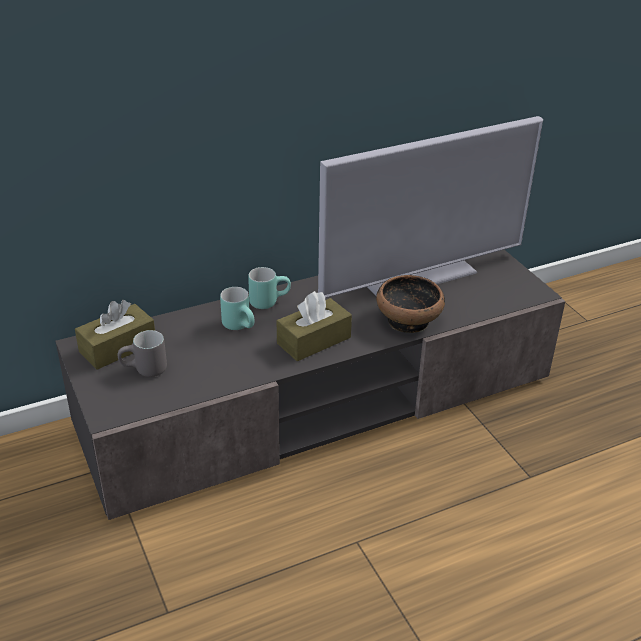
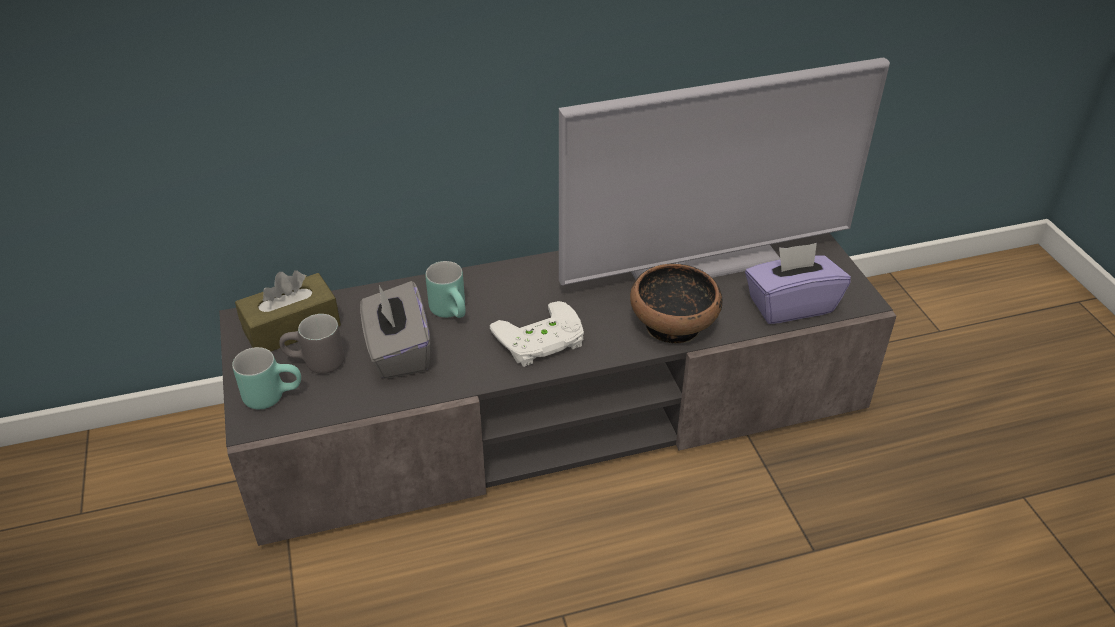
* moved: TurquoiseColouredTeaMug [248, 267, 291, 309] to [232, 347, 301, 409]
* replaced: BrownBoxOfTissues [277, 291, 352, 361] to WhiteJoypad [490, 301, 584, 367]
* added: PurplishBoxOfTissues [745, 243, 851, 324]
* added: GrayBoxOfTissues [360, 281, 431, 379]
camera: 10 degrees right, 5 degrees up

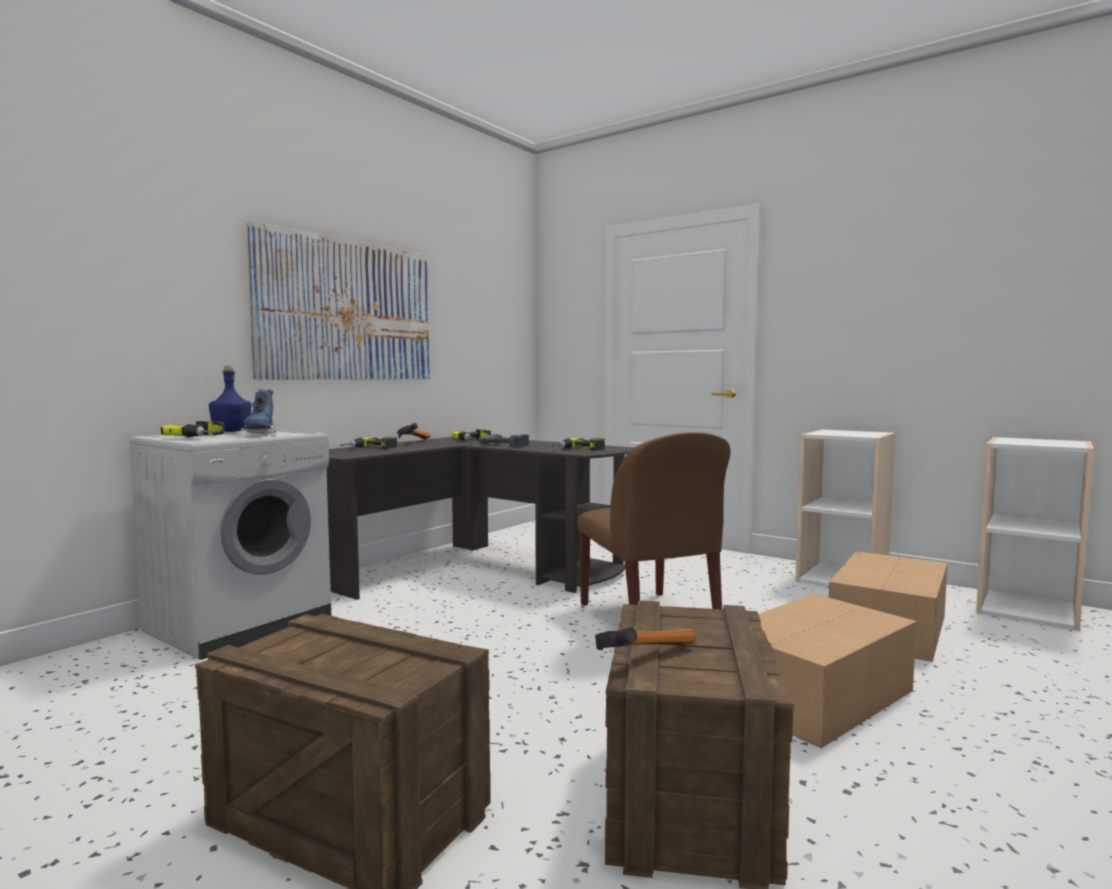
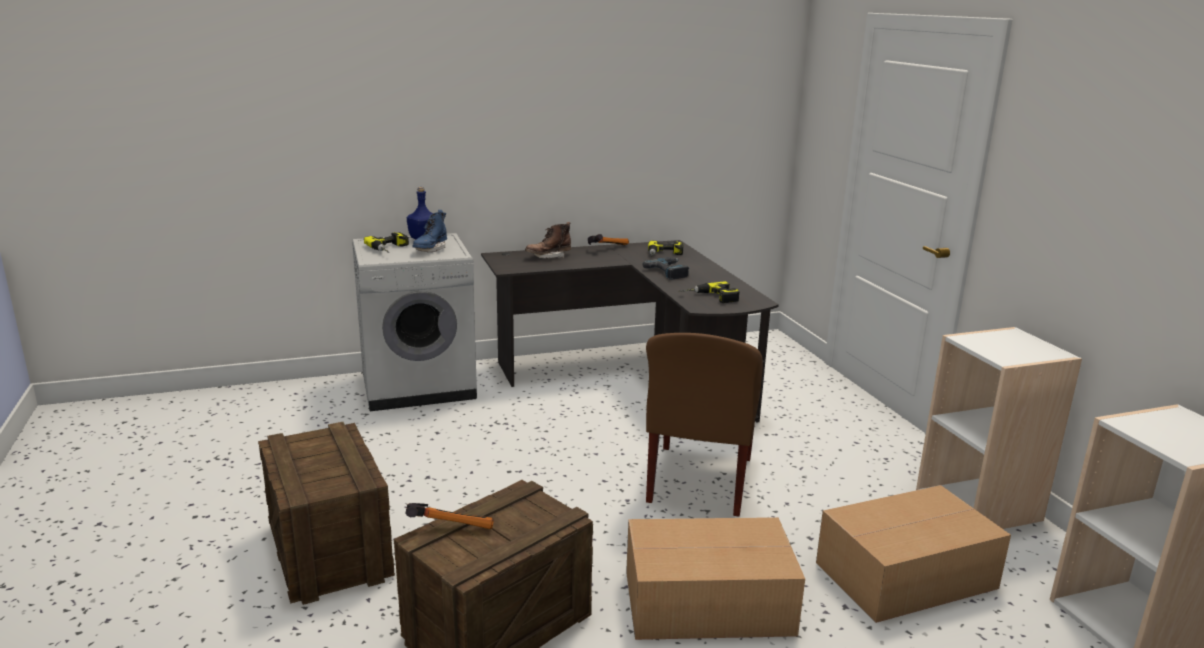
* removed: WallPicture [246, 221, 430, 380]
* replaced: ElectricDrill [340, 437, 397, 449] to BrownHighTopBoot [525, 222, 571, 259]
camera: 35 degrees right, 15 degrees up

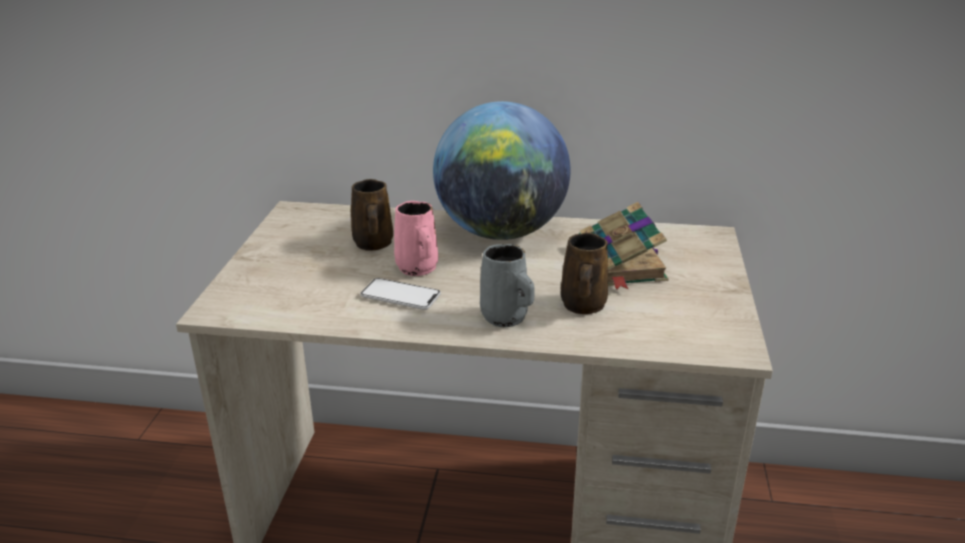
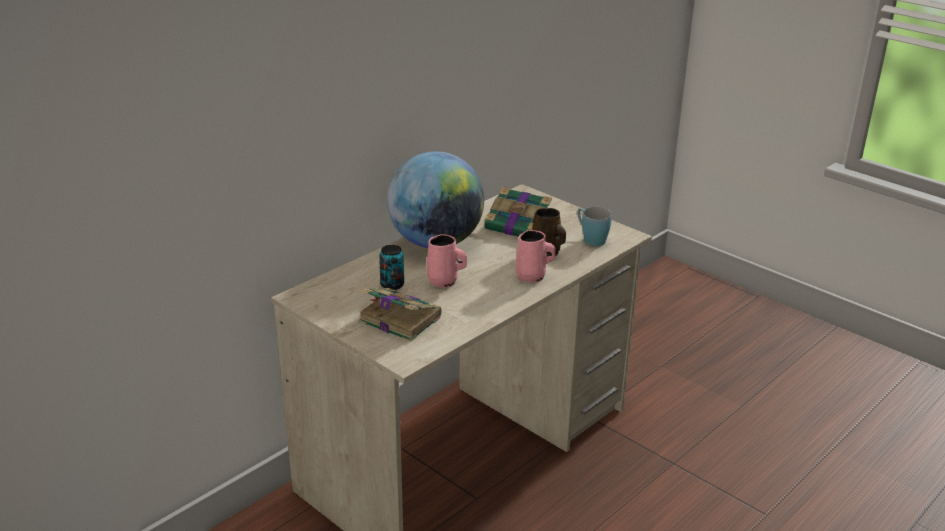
* replaced: BrownTeaMug [351, 179, 393, 251] to Can [379, 245, 404, 290]
* recoloured: GrayTeaMug [480, 244, 535, 327] to PinkTeaMug [516, 230, 556, 283]
* removed: Handset [360, 278, 441, 310]
* added: BlueColouredTeaMug [577, 207, 612, 246]
* added: BoundBook [359, 288, 442, 342]
camera: 55 degrees left, 0 degrees up

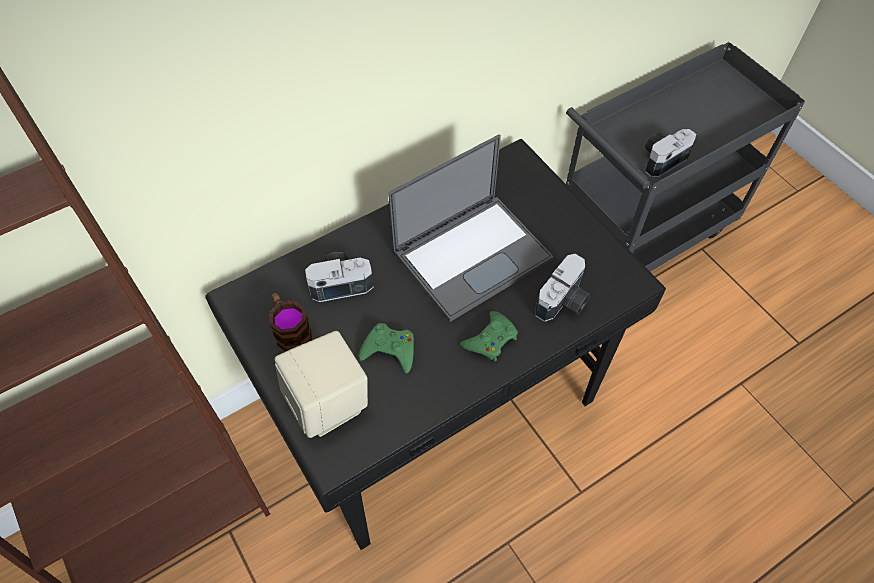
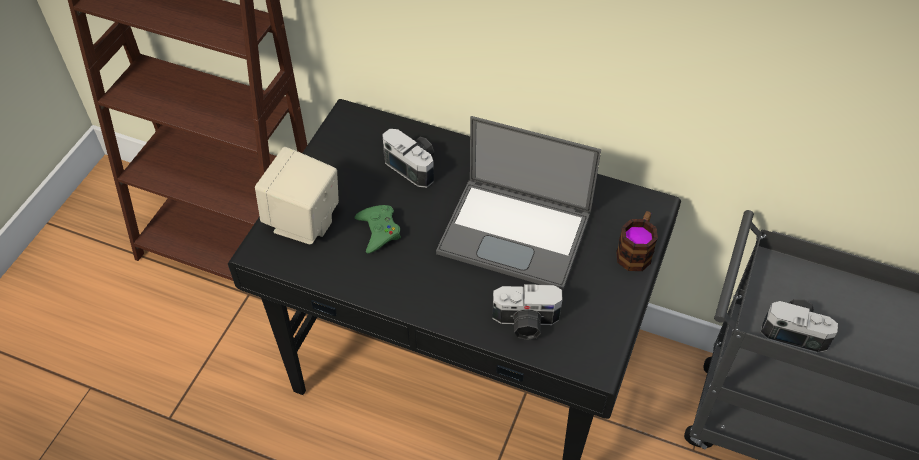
* moved: TeaMug [269, 293, 312, 352] to [616, 211, 658, 271]
* removed: GreenishJoypad [460, 311, 518, 362]
camera: 55 degrees right, 5 degrees down

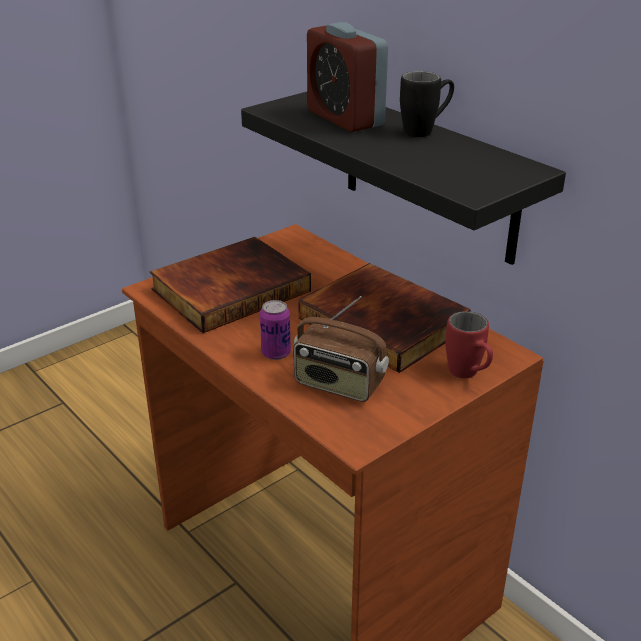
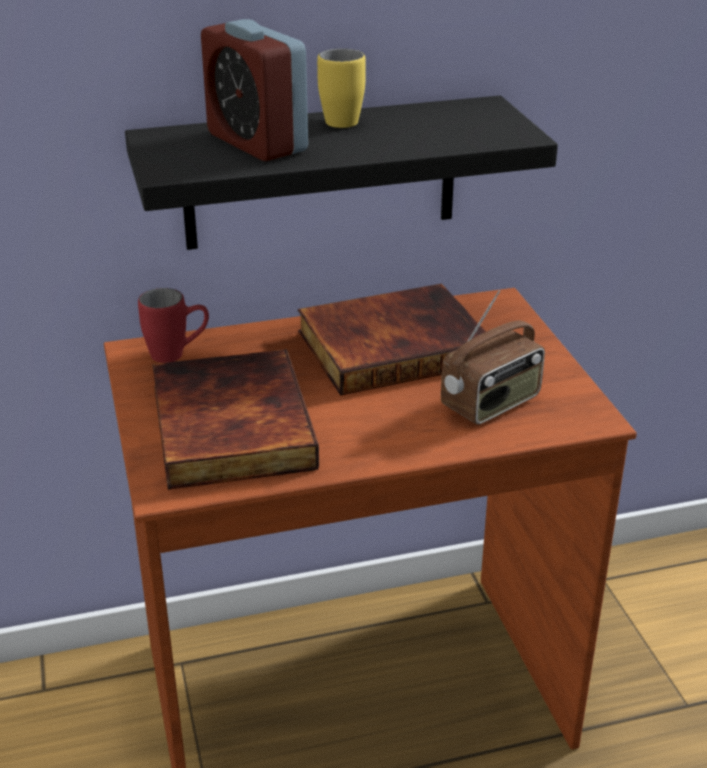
* turned: BedsideClock [307, 22, 388, 132] = [201, 19, 308, 161] 60 degrees clockwise
* recoloured: BlackColouredTeaMug [400, 71, 454, 137] to YellowishTeaMug [317, 48, 366, 128]
* removed: Can [260, 300, 291, 360]
* moved: RedColouredTeaMug [445, 311, 493, 378] to [138, 288, 209, 363]
camera: 65 degrees left, 0 degrees up

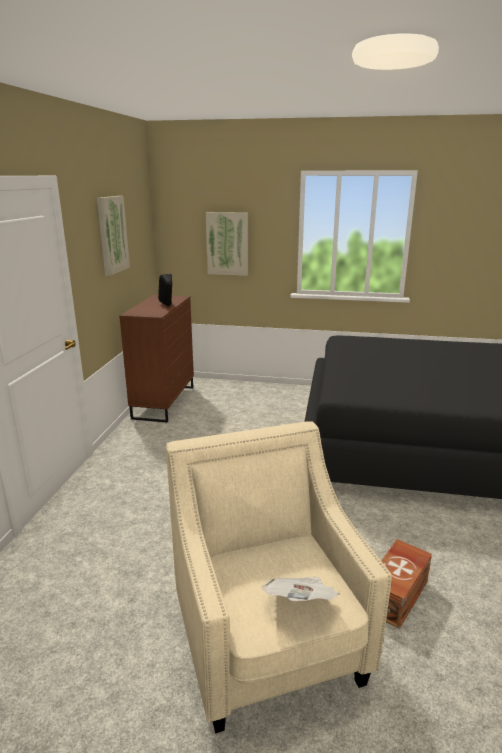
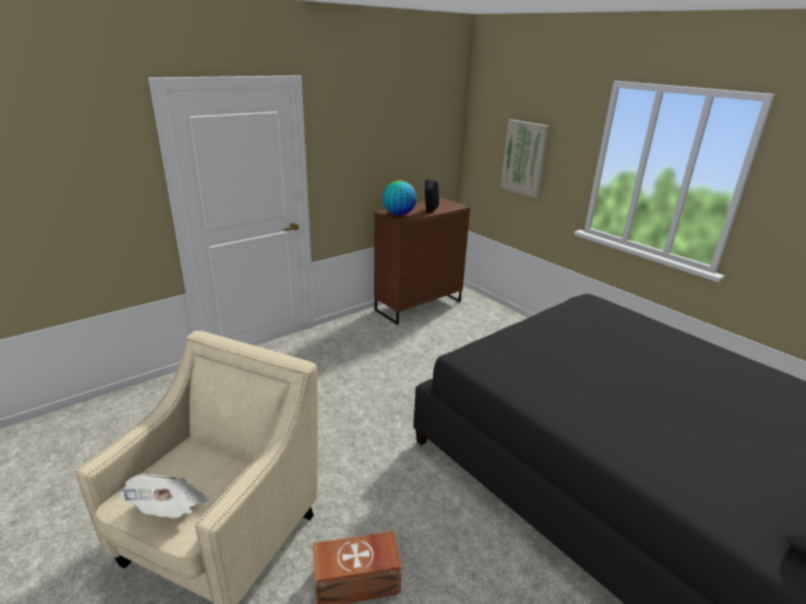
* removed: WallPicture [97, 196, 130, 276]
* added: DeskGlobe [383, 180, 417, 215]
camera: 40 degrees right, 5 degrees up

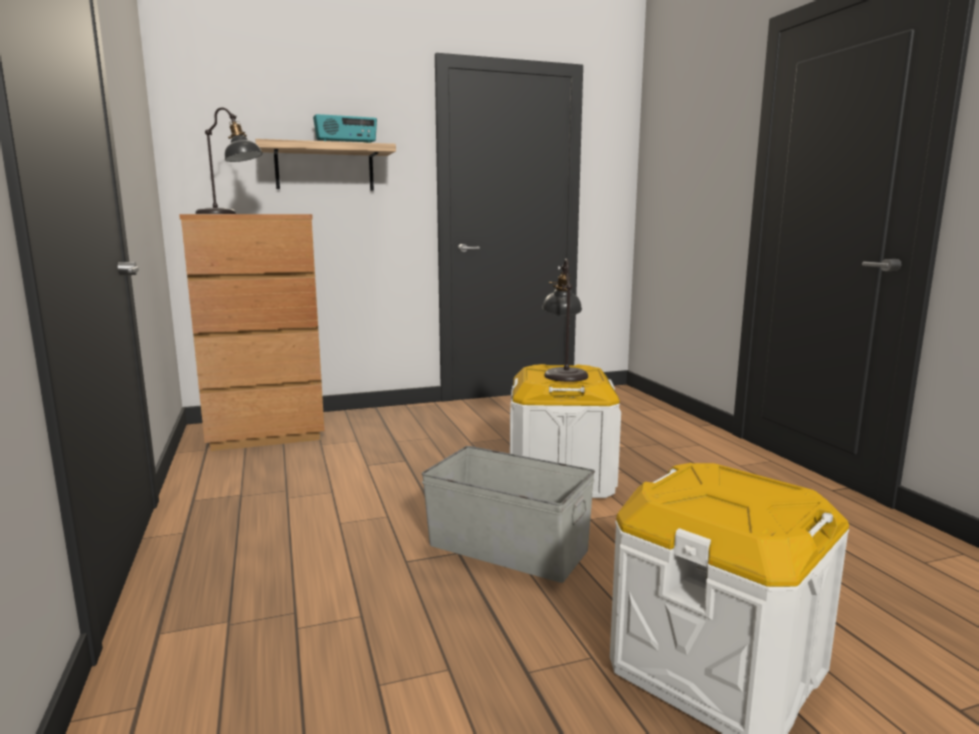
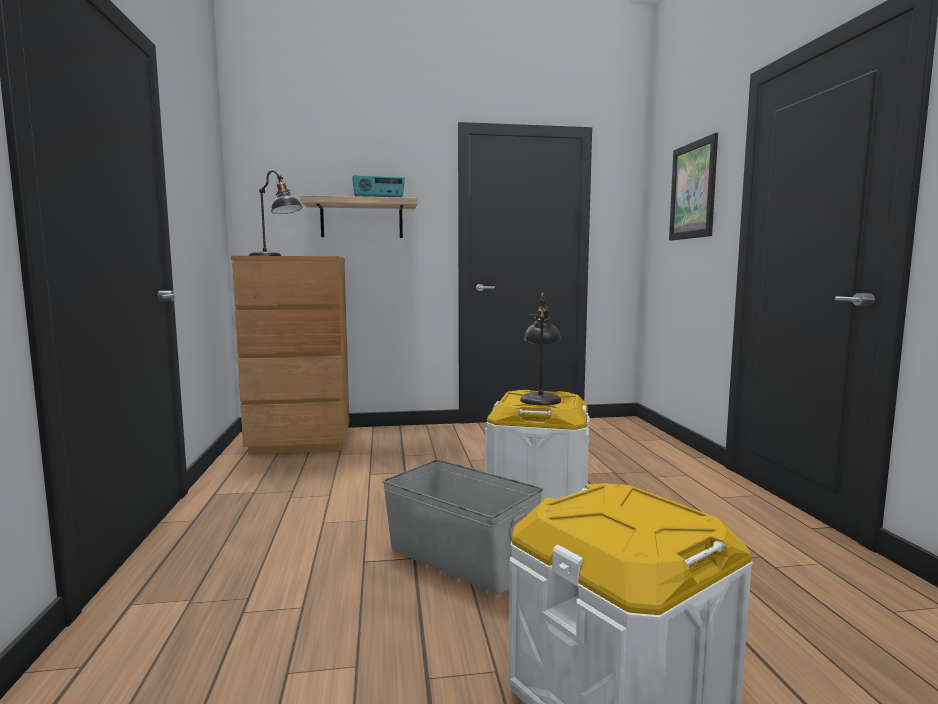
* added: WallPicture [669, 133, 718, 241]
camera: 10 degrees right, 5 degrees down

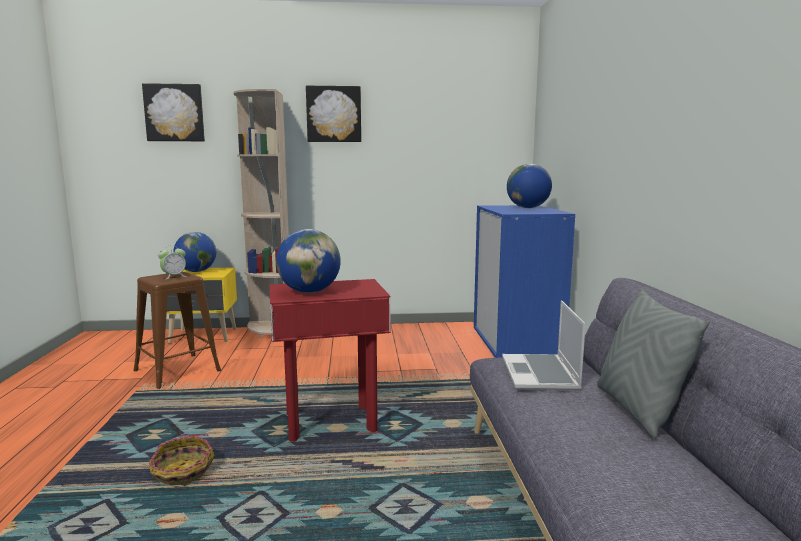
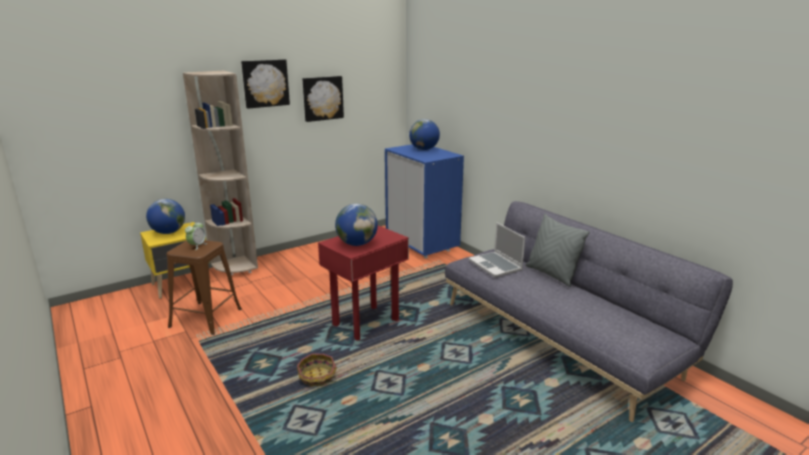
* moved: WallPicture [142, 83, 205, 141] to [303, 76, 344, 122]
camera: 30 degrees left, 10 degrees up

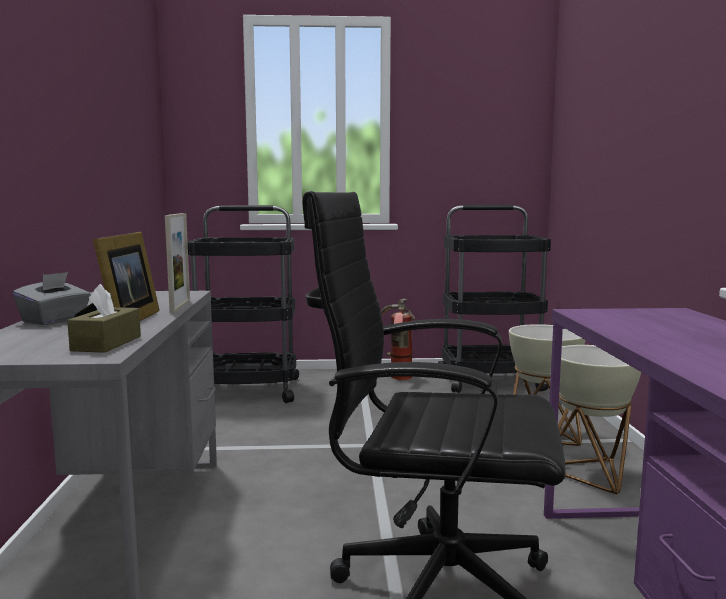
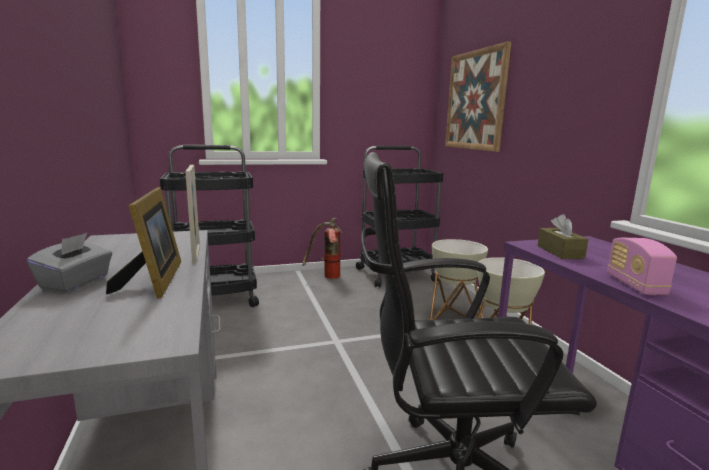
* moved: BrownBoxOfTissues [67, 284, 141, 353] to [537, 214, 588, 259]
* added: WallPicture [445, 41, 511, 152]
* added: Radio [607, 238, 677, 295]
camera: 15 degrees left, 5 degrees up

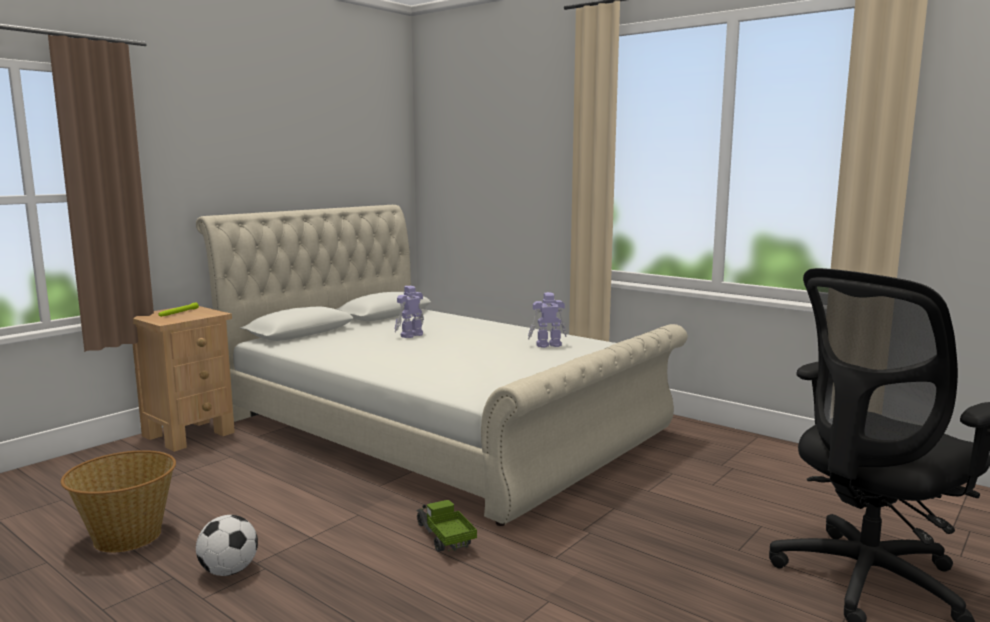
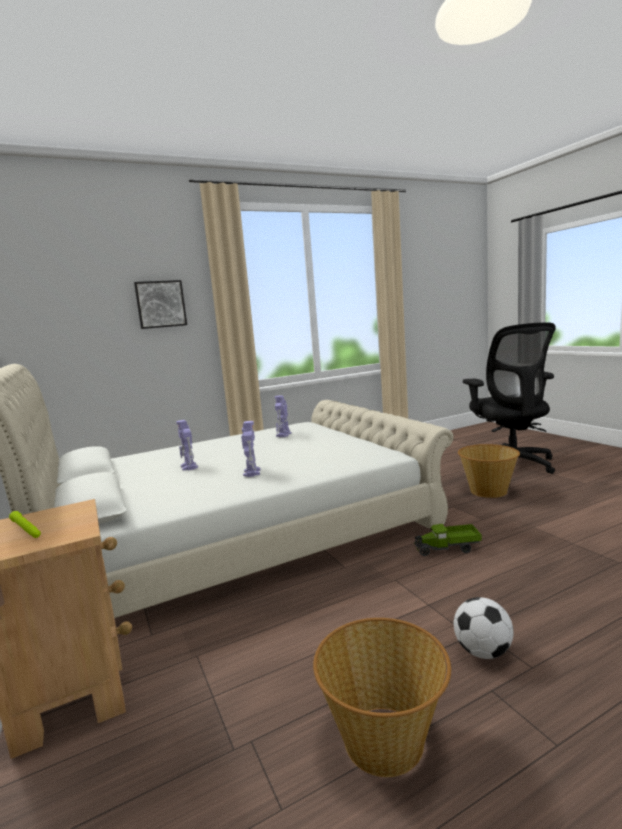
* added: WallPicture [134, 280, 187, 329]
* added: ModelRobot [241, 421, 261, 477]
* added: StorageBasket [458, 444, 520, 498]
camera: 65 degrees left, 0 degrees up

